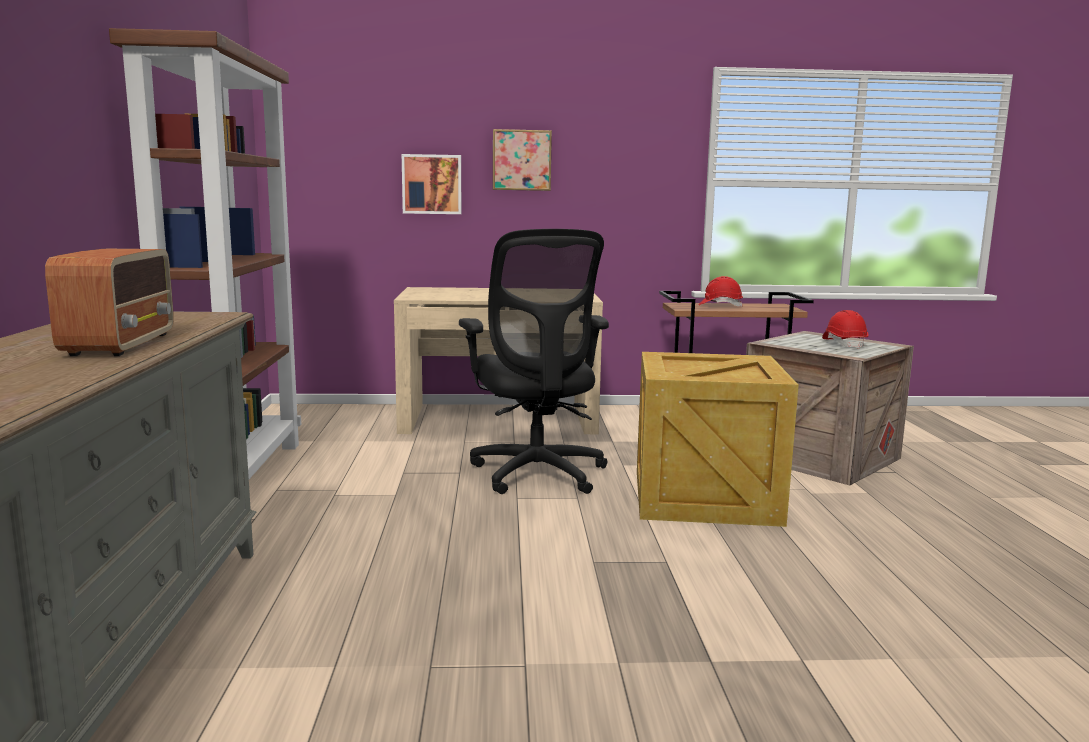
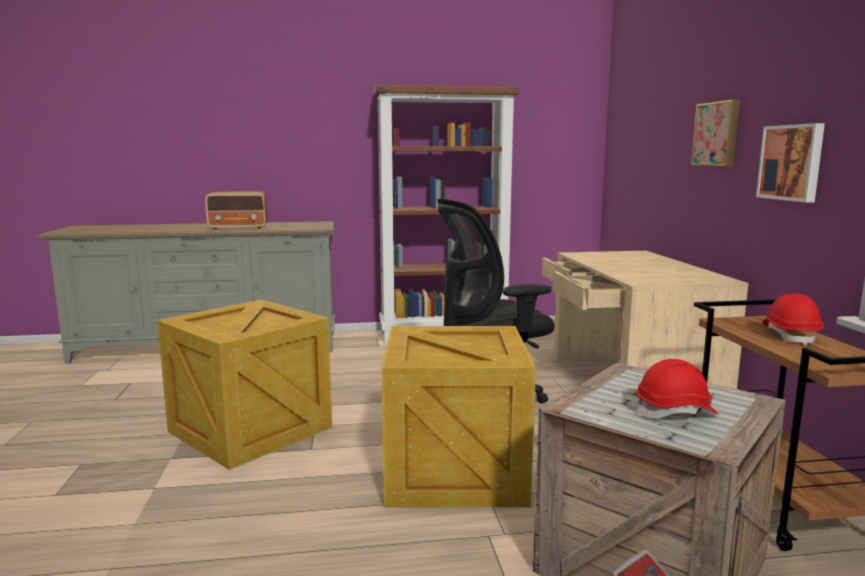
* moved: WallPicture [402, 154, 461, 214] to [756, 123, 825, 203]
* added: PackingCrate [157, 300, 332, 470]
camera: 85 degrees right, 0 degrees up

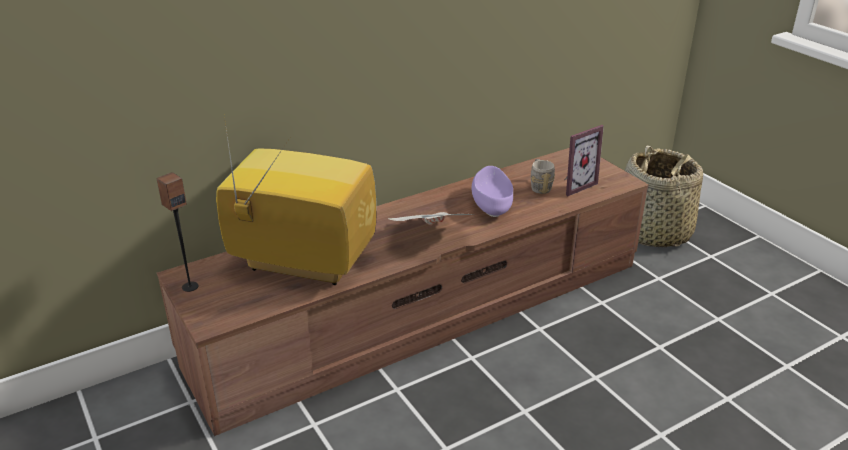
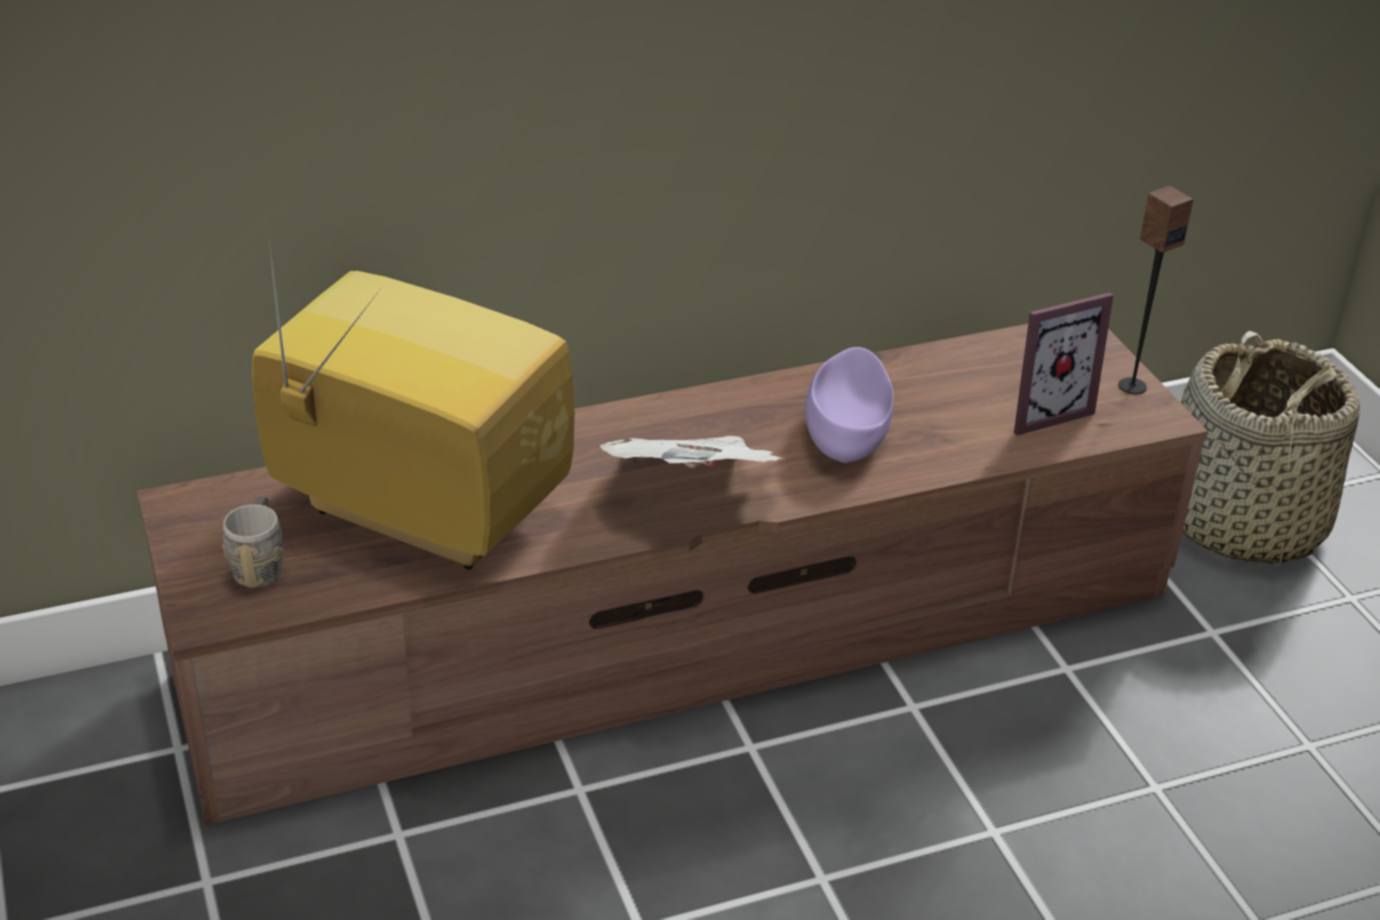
* moved: GrayTeaMug [531, 159, 555, 194] to [222, 496, 283, 588]
* moved: AudioSpeaker [156, 172, 198, 292] to [1118, 186, 1193, 394]
camera: 10 degrees right, 5 degrees up

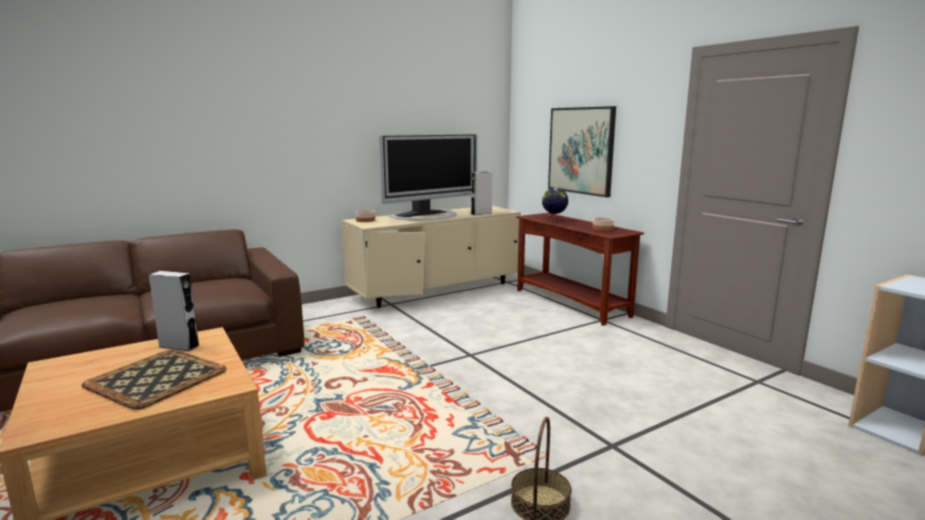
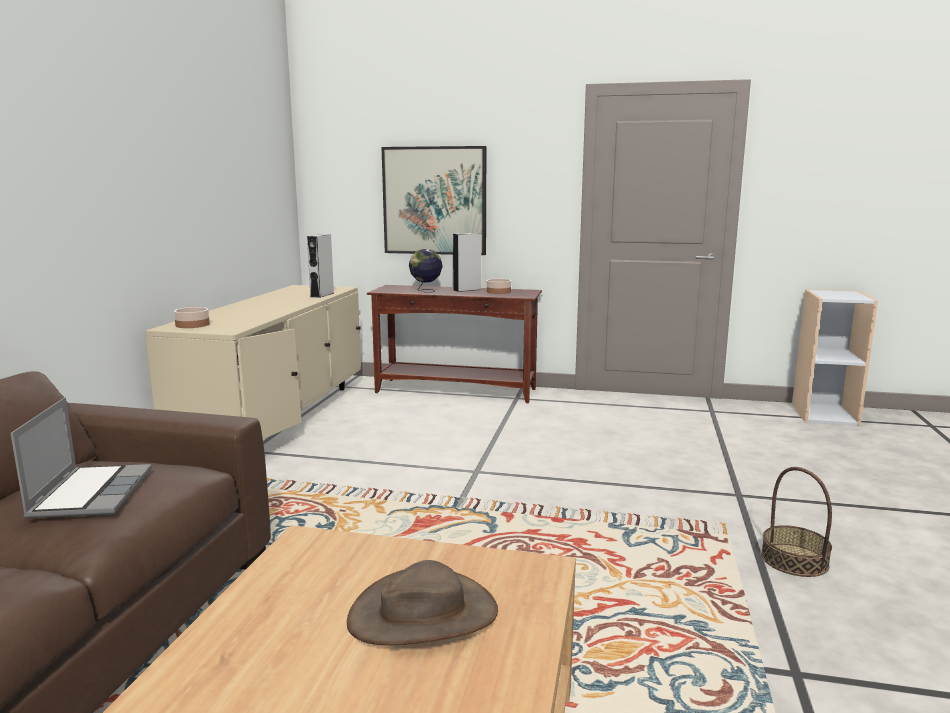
* removed: Television [378, 134, 477, 221]
* moved: GrayAudioSpeaker [149, 271, 200, 351] to [453, 233, 481, 292]
* replaced: ServingTray [82, 350, 227, 410] to BrownWearableHat [347, 560, 498, 645]
* added: Laptop [11, 397, 152, 518]
camera: 45 degrees left, 0 degrees up

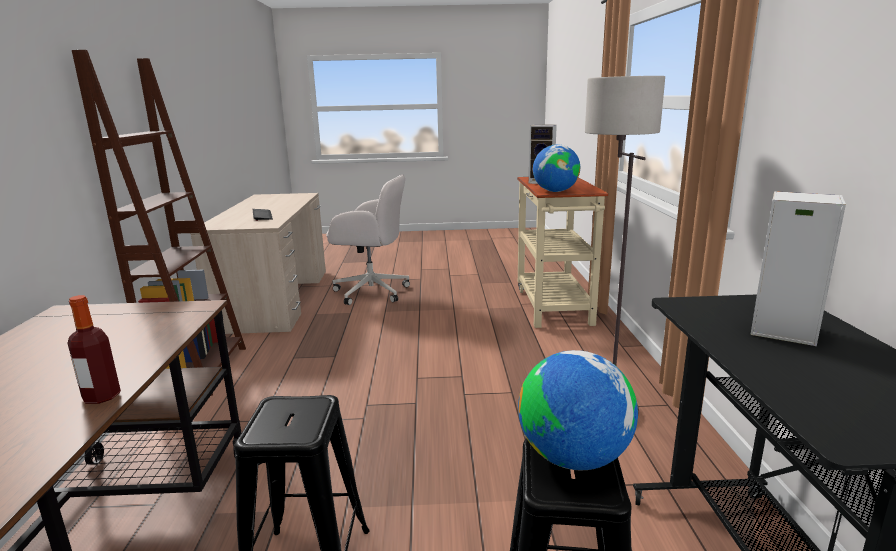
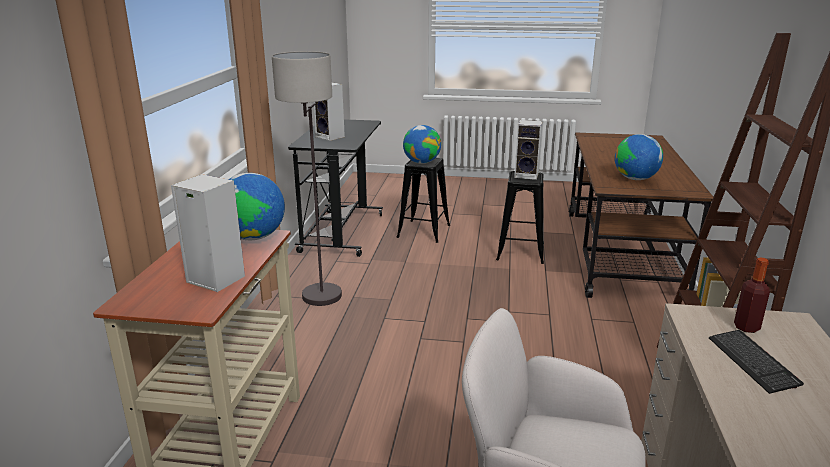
* moved: DrinkBottle [67, 295, 121, 404] to [734, 258, 770, 333]
* added: AudioSpeaker [514, 120, 543, 180]
* added: DeskGlobe [615, 134, 663, 180]
camera: 170 degrees left, 5 degrees up

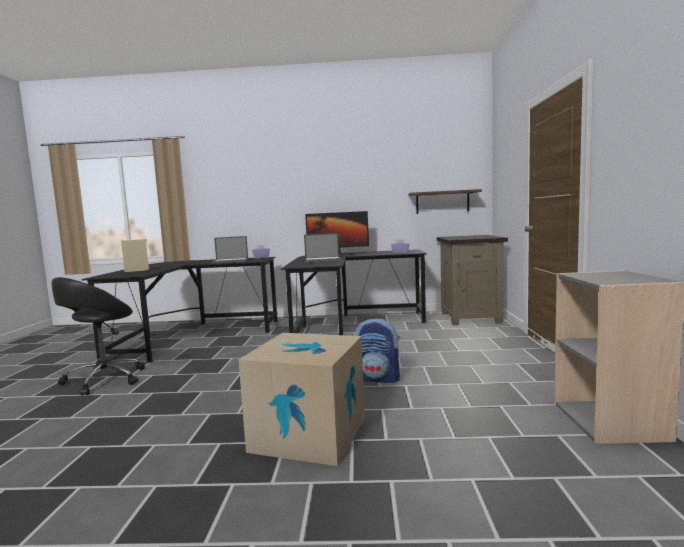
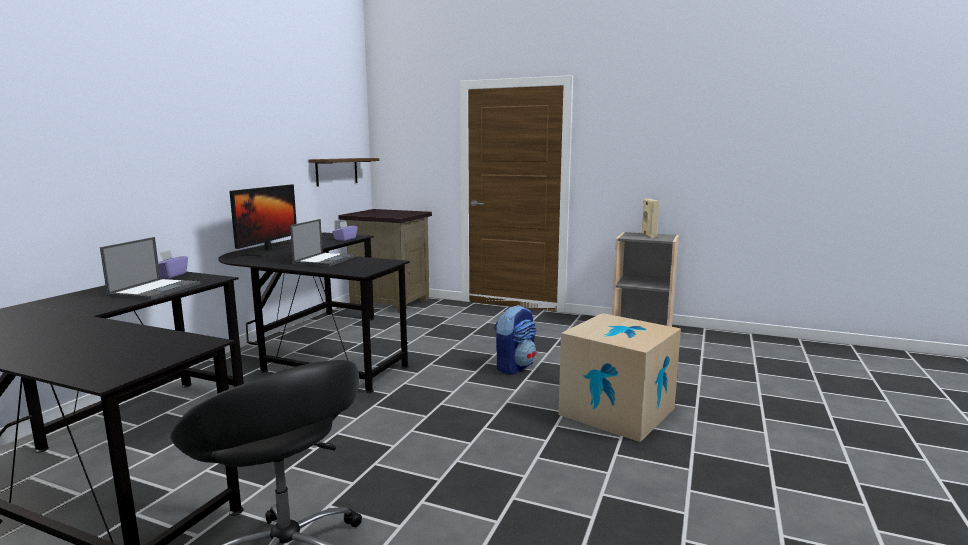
* moved: BeigeAudioSpeaker [121, 239, 149, 272] to [641, 198, 659, 238]
camera: 70 degrees left, 5 degrees up

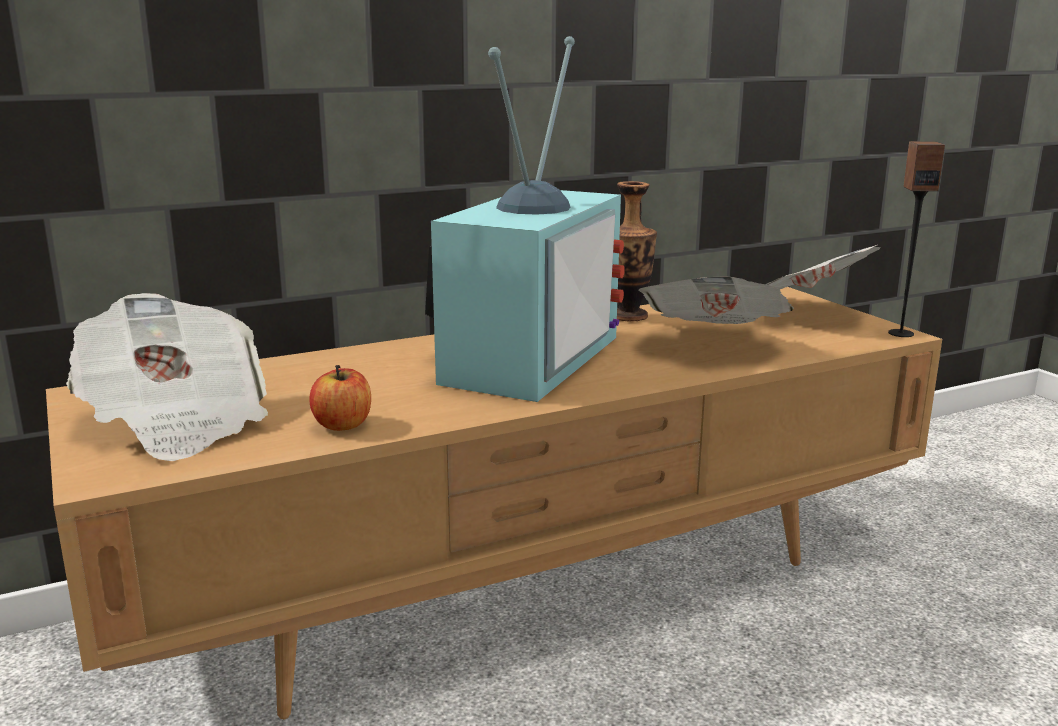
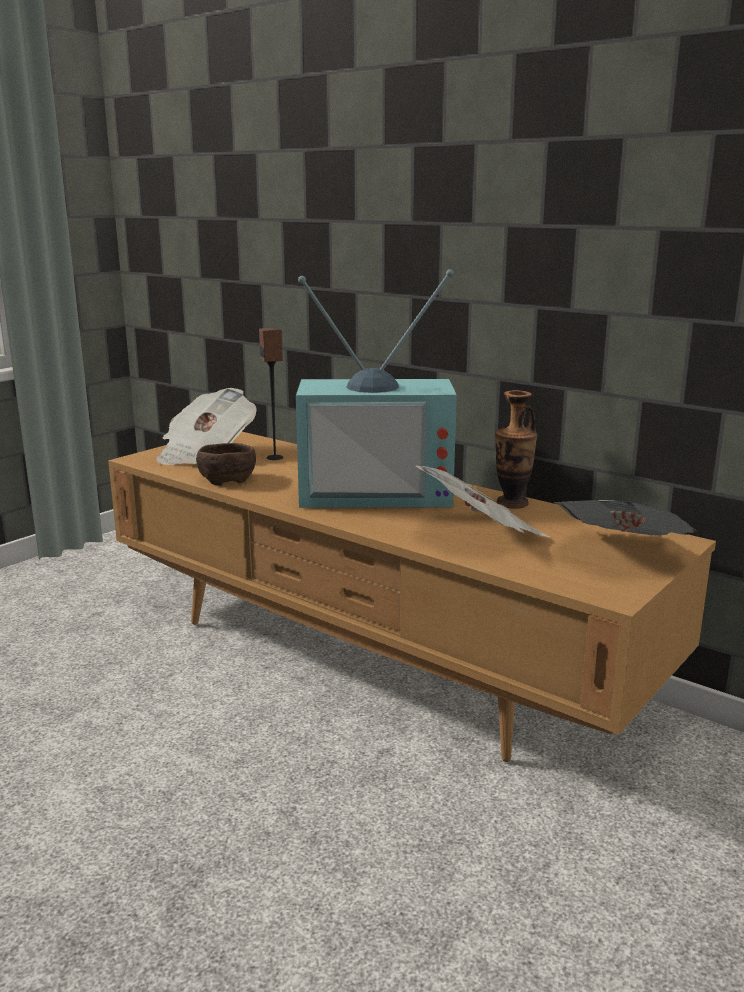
* moved: AudioSpeaker [888, 141, 945, 337] to [259, 328, 283, 460]
* replaced: WholeApple [309, 365, 371, 431] to BrownBowl [196, 443, 256, 486]
camera: 65 degrees right, 0 degrees up

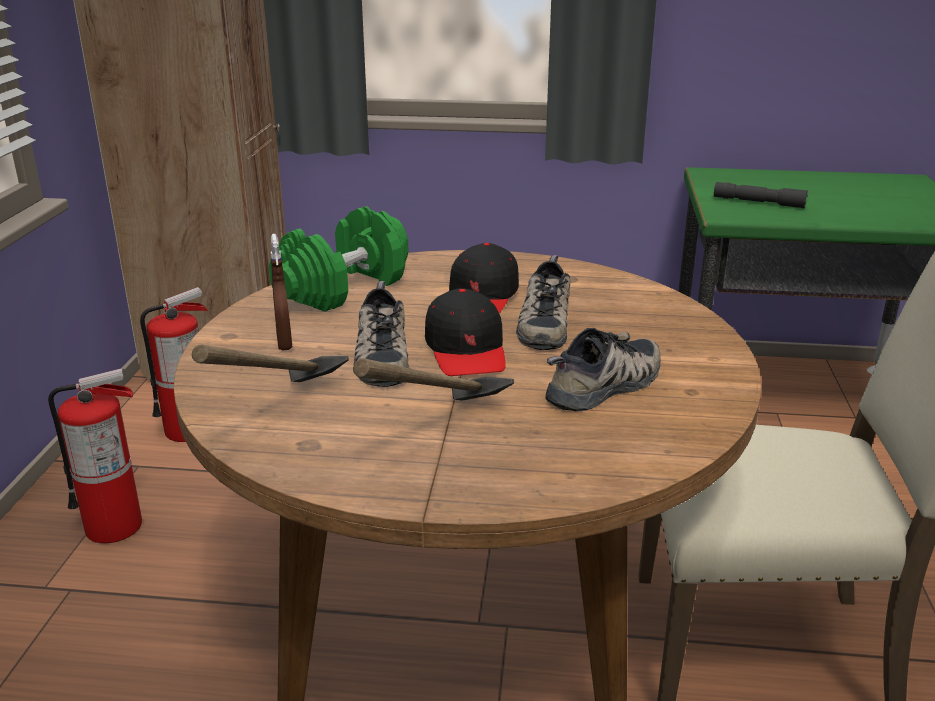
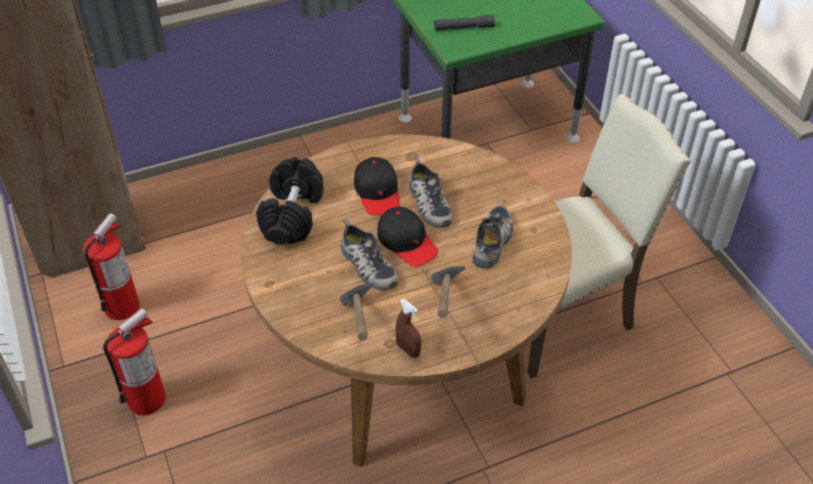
* recoloured: GreenishDumbbell [269, 206, 408, 312] to BlackColouredDumbbell [256, 157, 324, 245]
* moved: BrownSprayBottle [271, 234, 292, 351] to [396, 299, 421, 358]
camera: 30 degrees left, 20 degrees up

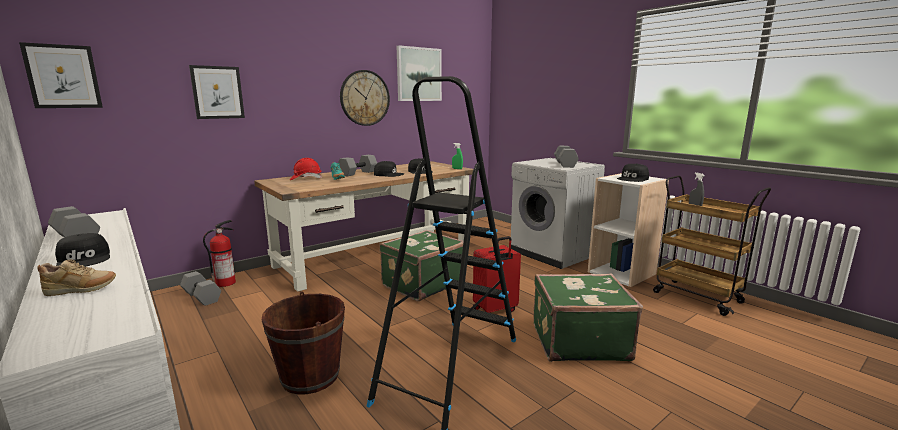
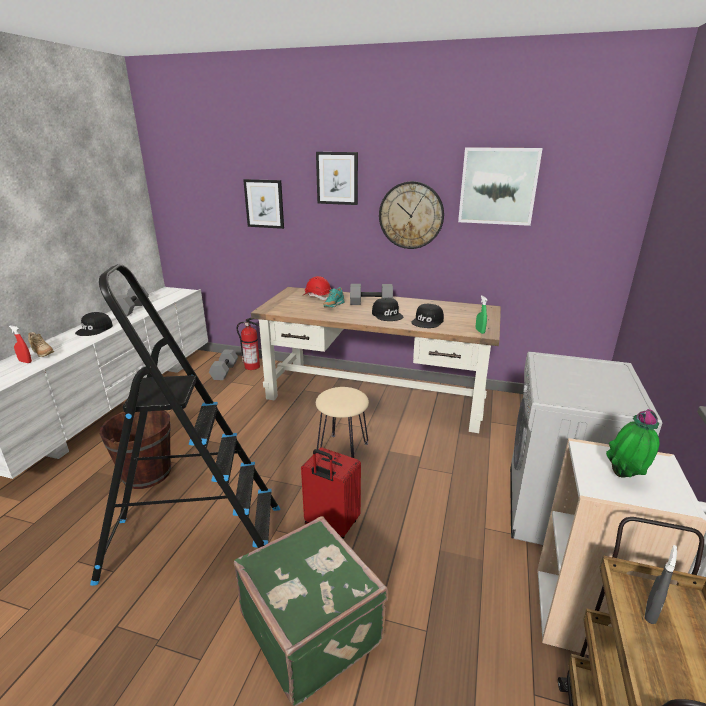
* moved: WallPicture [19, 42, 103, 108] to [316, 152, 358, 205]
* removed: GrayDumbbell [554, 146, 579, 168]
* replaced: BlackColouredCap [617, 163, 649, 182] to Houseplant [606, 409, 659, 478]
* replaced: GreenishPieceOfLuggage [379, 230, 464, 301] to BeigeStoolSeat [316, 387, 369, 458]
* added: RedColouredSprayBottle [9, 326, 32, 363]
camera: 55 degrees right, 10 degrees up

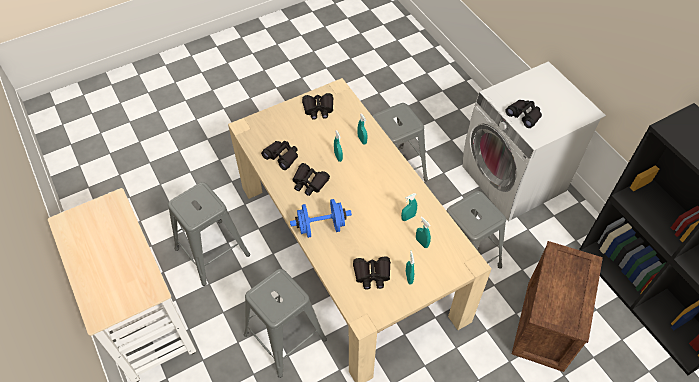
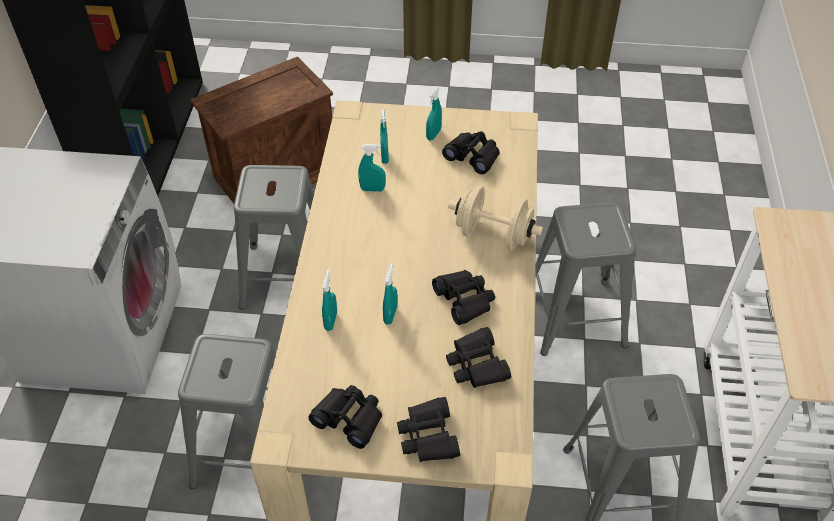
* moved: BlackColouredPairOfBinoculars [505, 100, 542, 128] to [397, 397, 460, 462]
* recoloured: BlueColouredDumbbell [290, 199, 352, 238] to BeigeDumbbell [448, 185, 543, 250]
camera: 145 degrees left, 5 degrees down

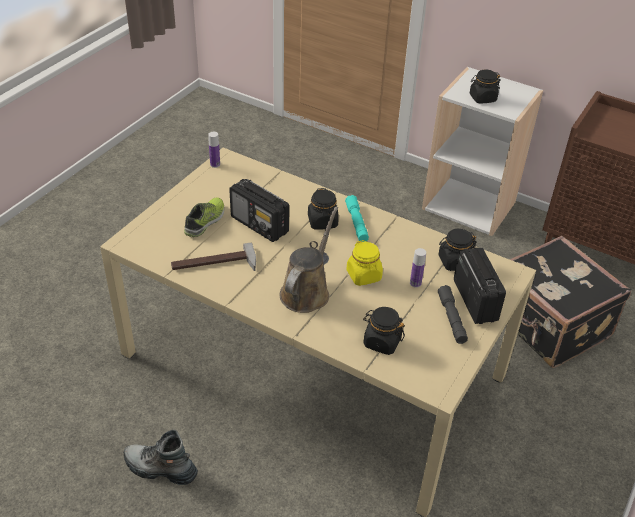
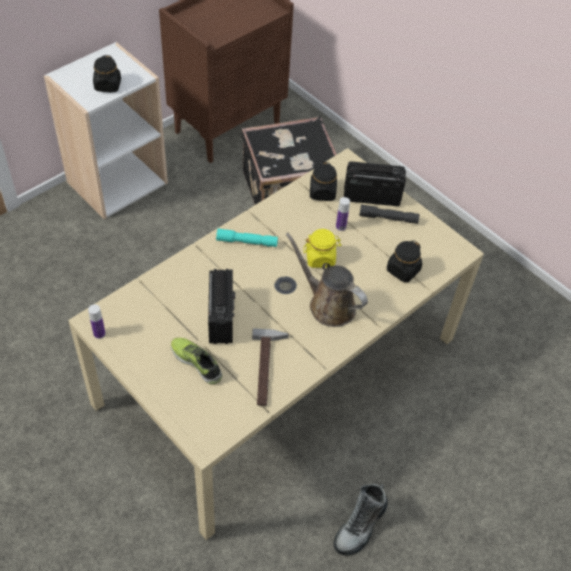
* turned: Radio [229, 179, 289, 242] = [208, 269, 235, 344] 60 degrees counterclockwise
* removed: BlackColouredPreserveJar [308, 188, 339, 230]
camera: 75 degrees left, 10 degrees up

